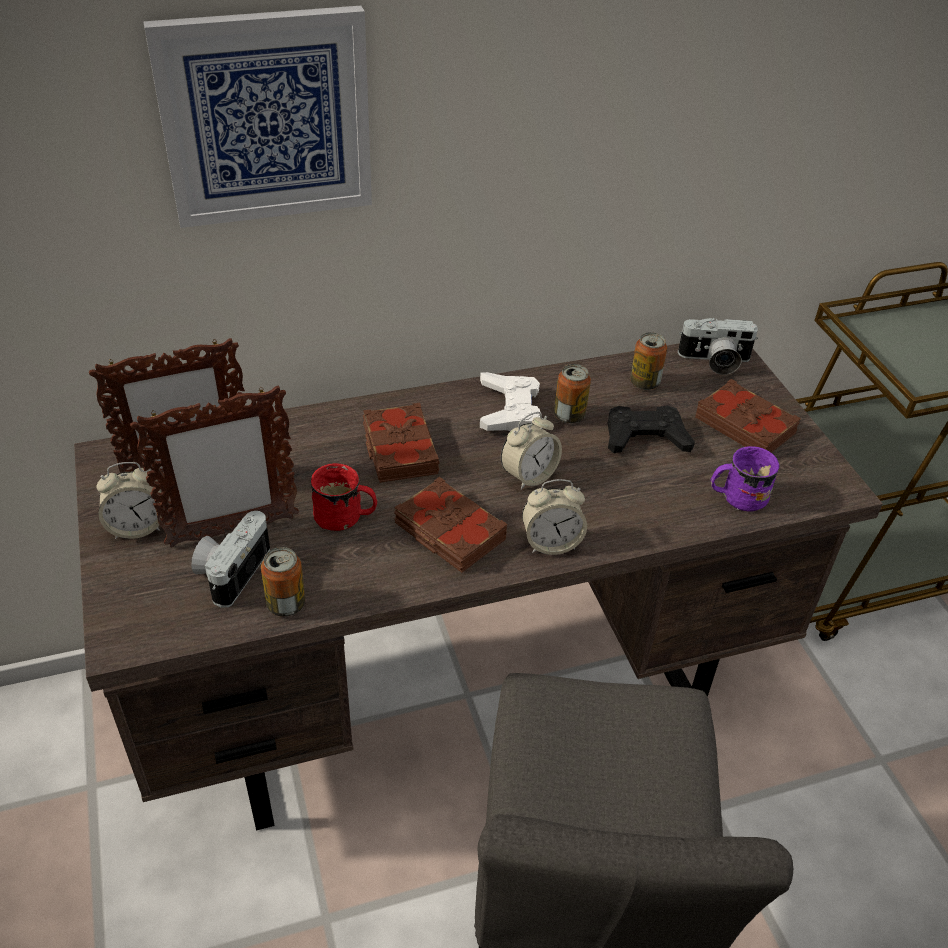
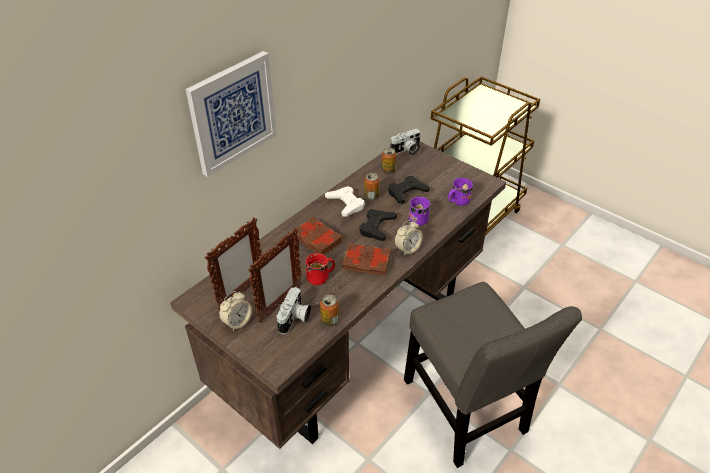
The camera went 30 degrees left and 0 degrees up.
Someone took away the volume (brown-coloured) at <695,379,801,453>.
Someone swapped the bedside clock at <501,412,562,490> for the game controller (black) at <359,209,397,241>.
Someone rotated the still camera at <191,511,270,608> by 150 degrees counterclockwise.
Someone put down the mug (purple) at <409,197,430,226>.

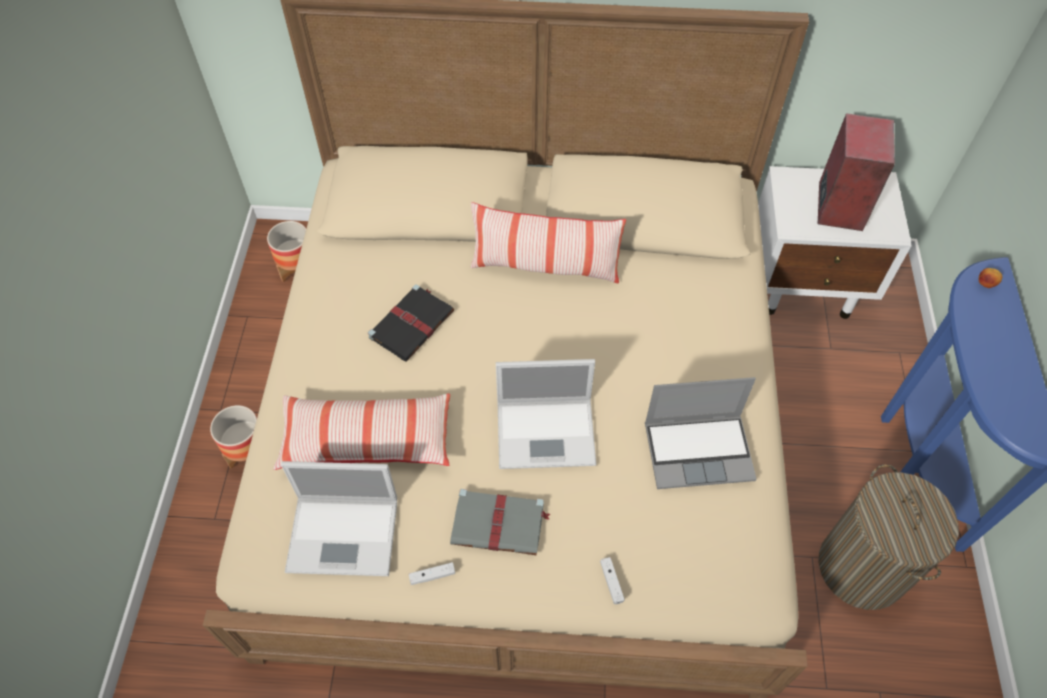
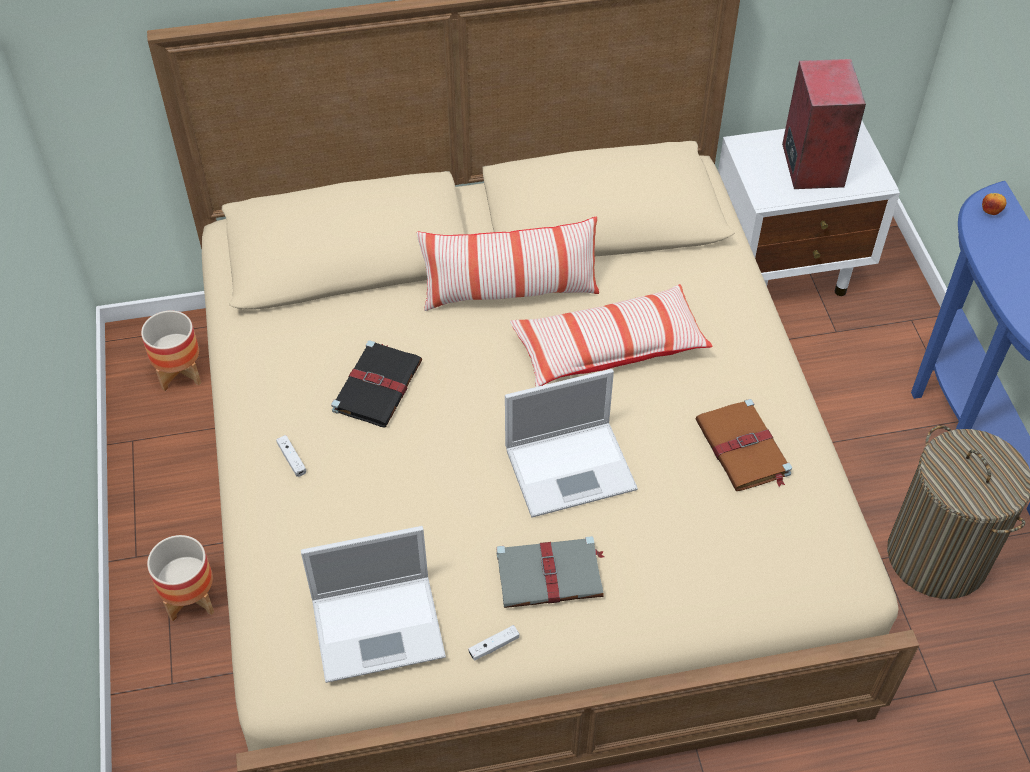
The camera went 15 degrees left and 5 degrees down.
Someone swapped the notebook computer at <645,377,757,489> for the volume (brown-coloured) at <695,399,792,491>.
Someone carried the cushion from <273,393,450,470> to <510,284,713,387>.
Someone carried the game controller (white-coloured) from <600,557,625,604> to <276,435,306,477>.

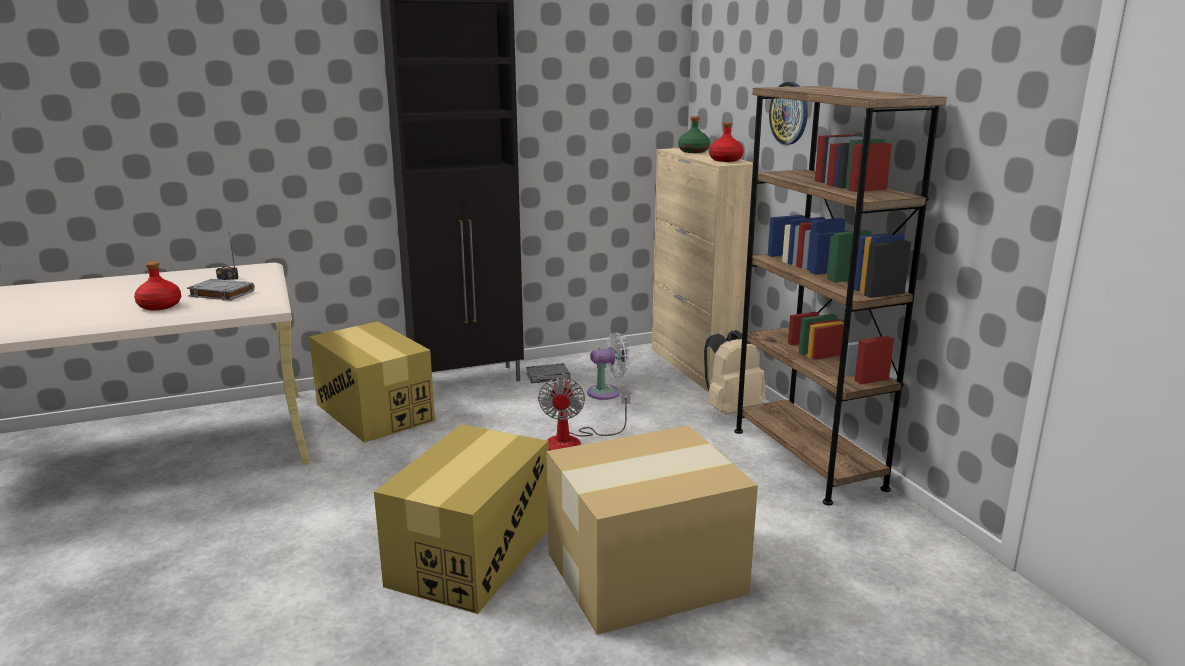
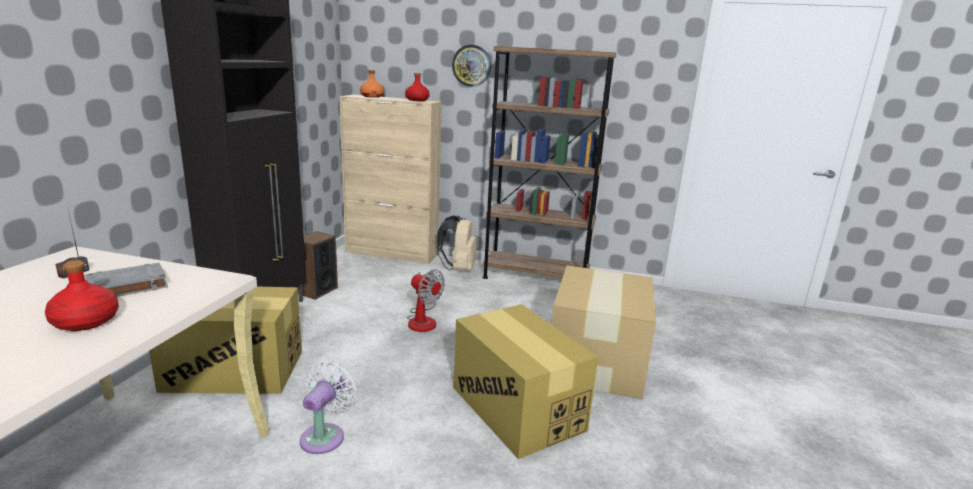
The camera went 55 degrees left and 0 degrees up.
Someone repainted the beverage bottle (greenish) at <678,116,710,153>, which became the beverage bottle (orange-coloured) at <360,70,384,98>.
Someone carried the electric fan (white-coloured) from <587,333,630,400> to <300,360,357,454>.
Someone swapped the volume (gray) at <526,363,570,383> for the loudspeaker at <298,231,338,300>.

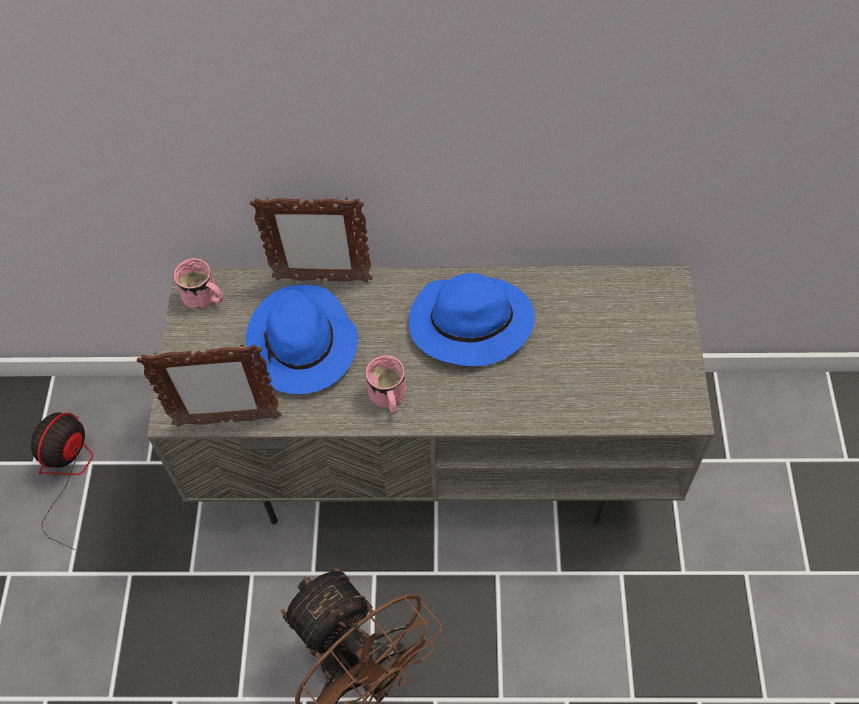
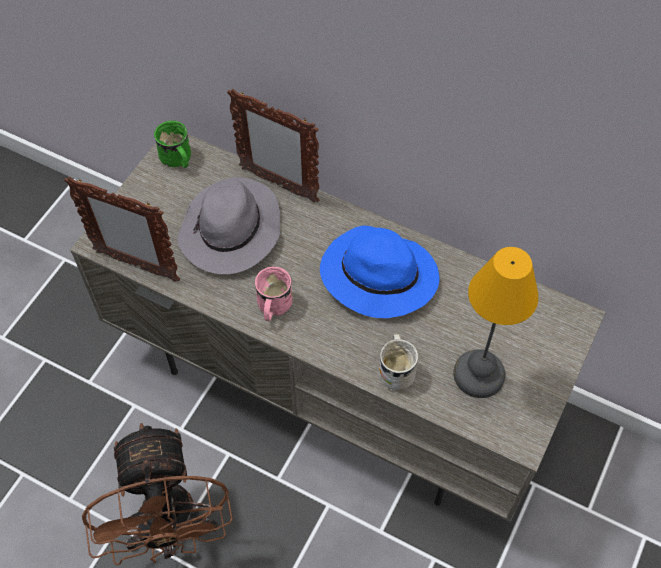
The camera went 25 degrees right and 0 degrees up.
Someone repainted the mug (pink-coloured) at <174,258,224,309>, which became the mug (greenish) at <154,121,191,168>.
Someone repainted the hat (bluish) at <245,285,358,394>, which became the hat (gray) at <177,177,280,275>.
Someone took away the electric fan at <31,412,165,551>.
Someone put down the lamp for a table at <453,247,539,398>.
Someone put down the mug (white-coloured) at <378,334,418,390>.

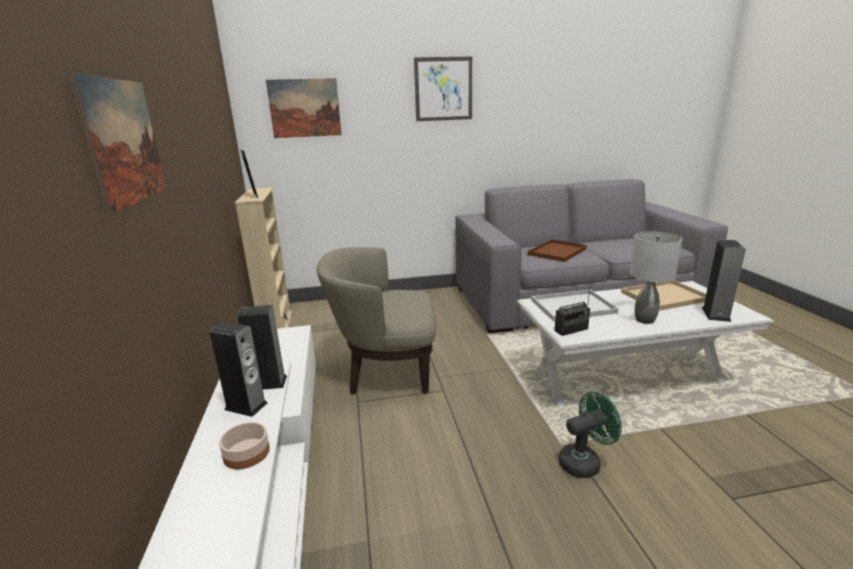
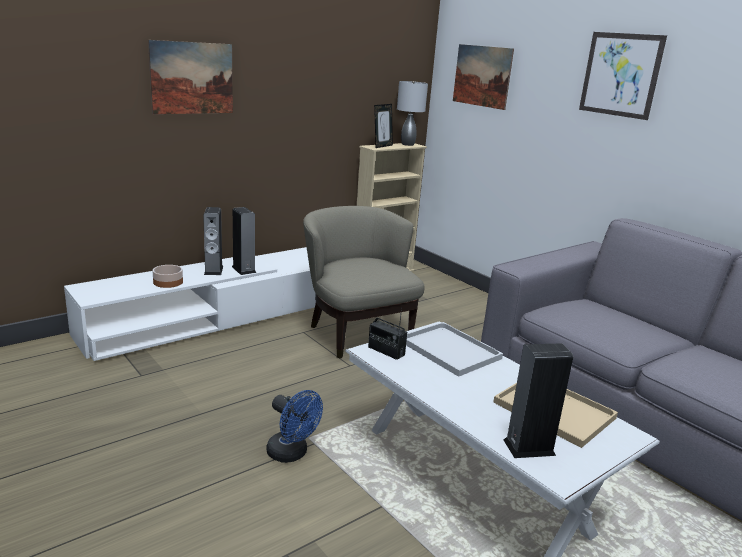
The camera went 60 degrees right and 0 degrees up.
Someone carried the lamp for a table (gray) from <629,231,682,324> to <397,81,428,146>.
Someone took away the serving tray (brown-coloured) at <527,239,587,262>.
Someone repainted the electric fan (greenish) at <559,392,622,478>, which became the electric fan (bluish) at <266,390,323,463>.

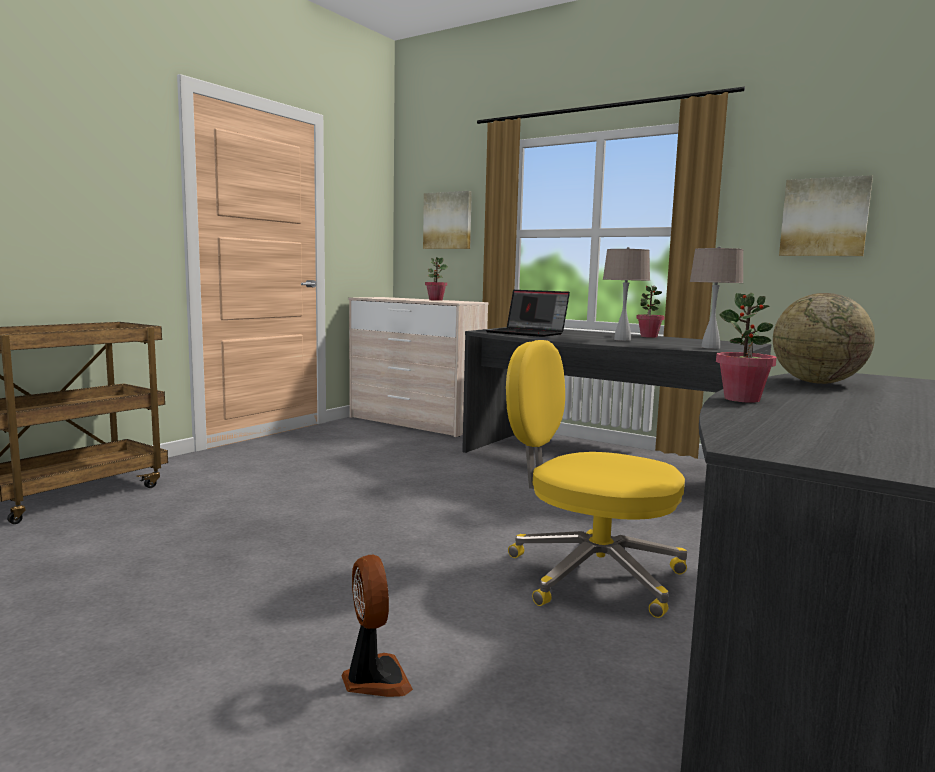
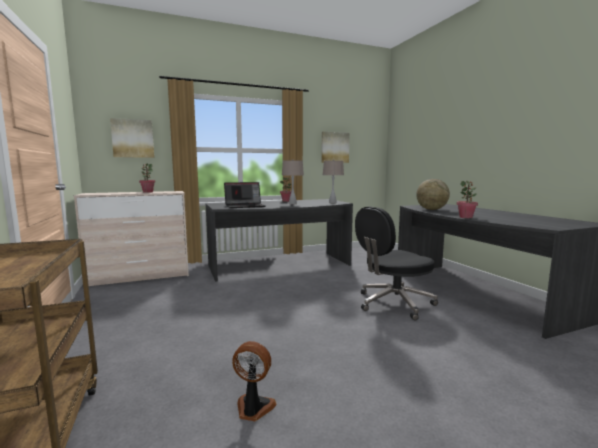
The camera went 55 degrees left and 0 degrees up.
Someone repainted the office chair (yellow-coloured) at <506,340,687,618>, which became the office chair (black) at <355,206,438,320>.
Someone carried the electric fan from <342,555,413,697> to <232,341,277,421>.

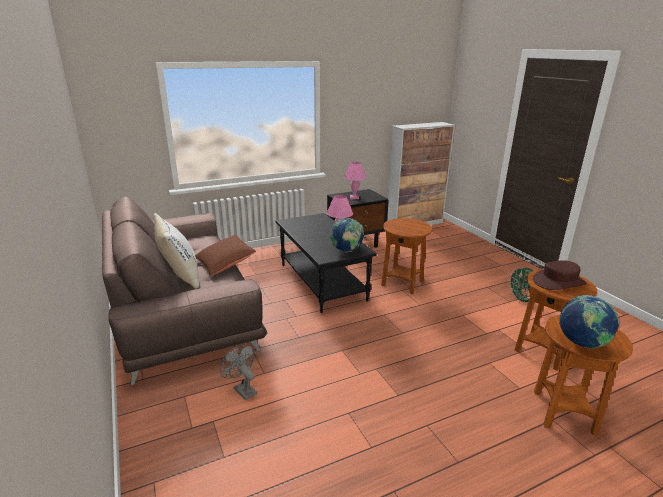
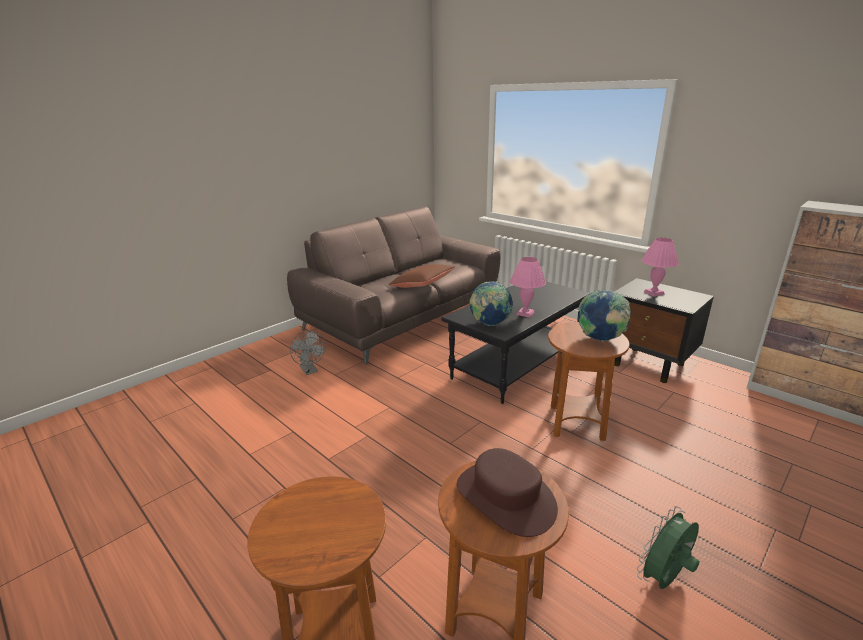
The camera went 70 degrees right and 0 degrees up.
Someone took away the cushion (white-coloured) at <153,213,199,289>.
Someone carried the desk globe from <559,295,619,349> to <578,290,631,341>.
Someone rotated the electric fan (gray) at <219,345,257,400> by 120 degrees clockwise.

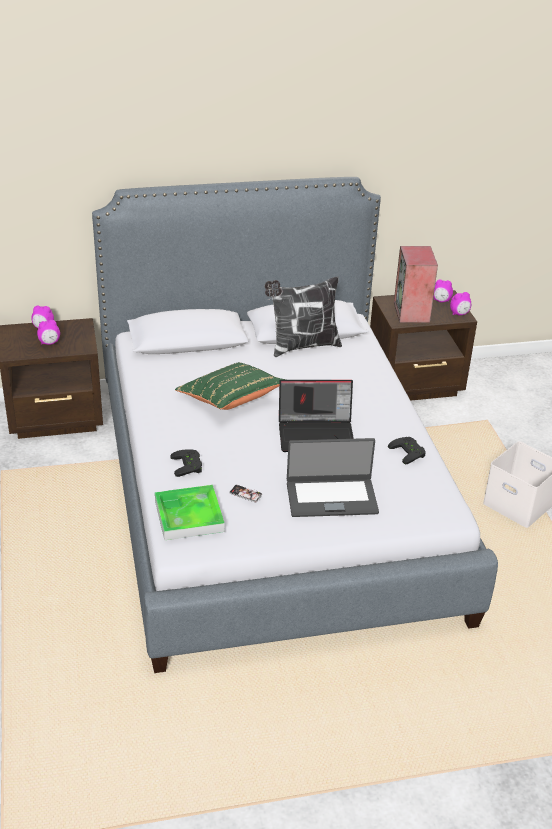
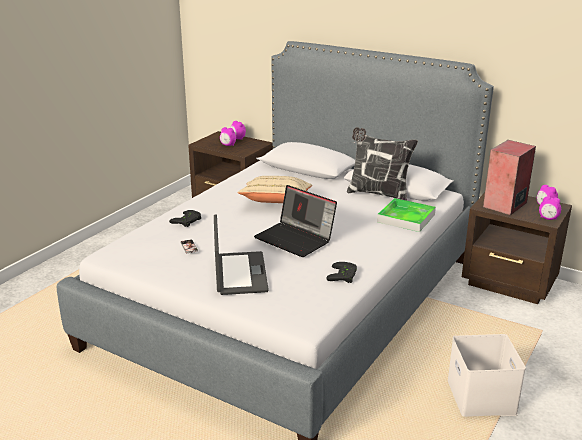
The camera went 45 degrees right and 10 degrees down.
Someone repainted the cushion (greenish) at <175,362,286,410>, which became the cushion (beige-coloured) at <237,176,312,203>.
Someone rotated the notebook computer at <287,438,379,517> by 135 degrees counterclockwise.
Someone carried the serving tray from <155,485,225,541> to <377,198,436,232>.

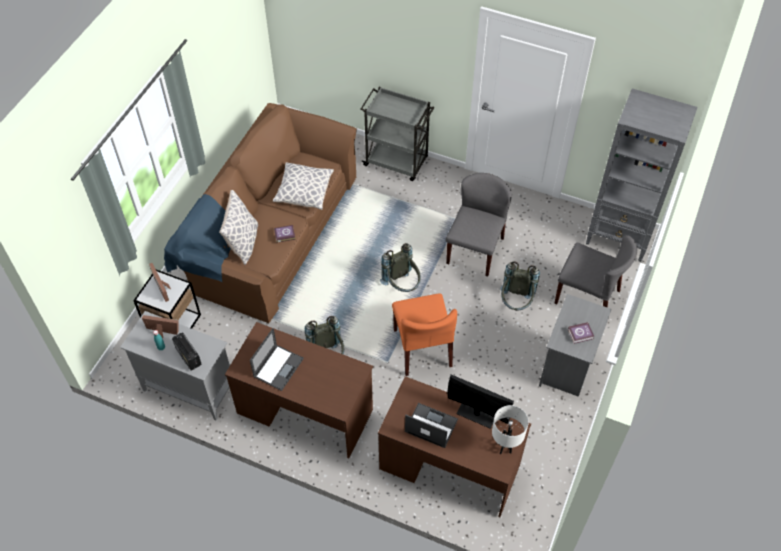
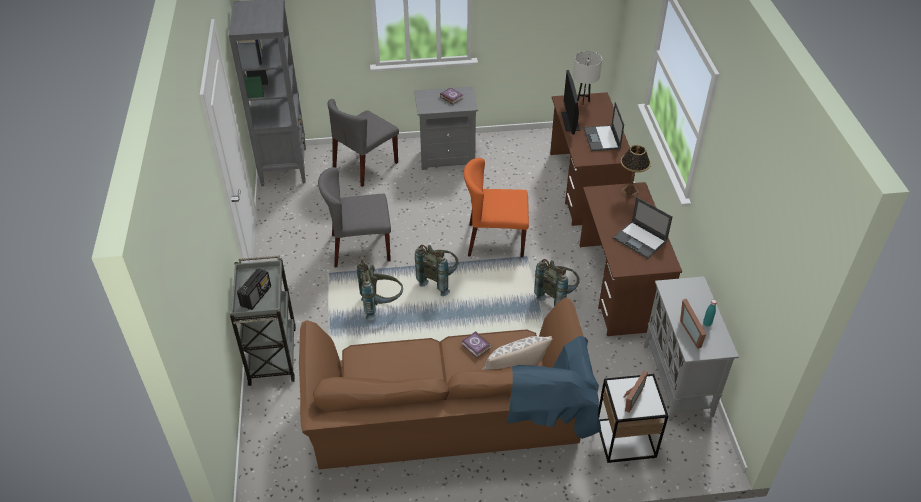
The camera went 120 degrees left and 10 degrees down.
Someone took away the cushion at <273,162,334,210>.
Someone rotated the upright chair (gray) at <554,235,637,308> by 135 degrees counterclockwise.
Someone carried the rucksack (gray) from <500,261,540,311> to <357,260,403,320>.
Someone rotated the upright chair (orange-coloured) at <392,293,457,376> by 135 degrees counterclockwise.
Someone rotated the notebook computer at <250,328,304,391> by 135 degrees counterclockwise.
Someone carried the radio receiver from <172,332,202,371> to <237,268,271,310>.
Someone put down the lamp for a table at <621,145,651,198>.

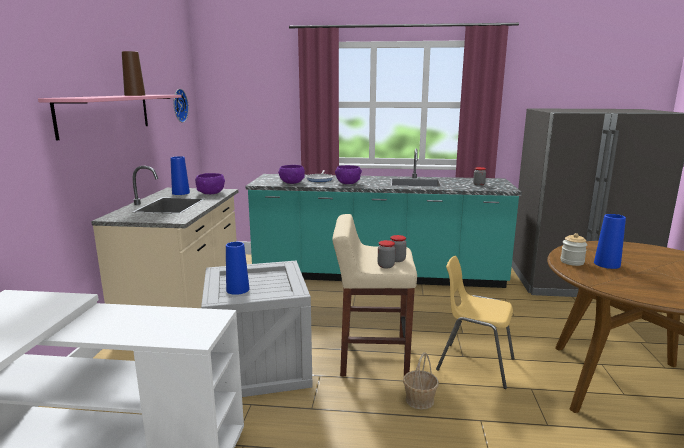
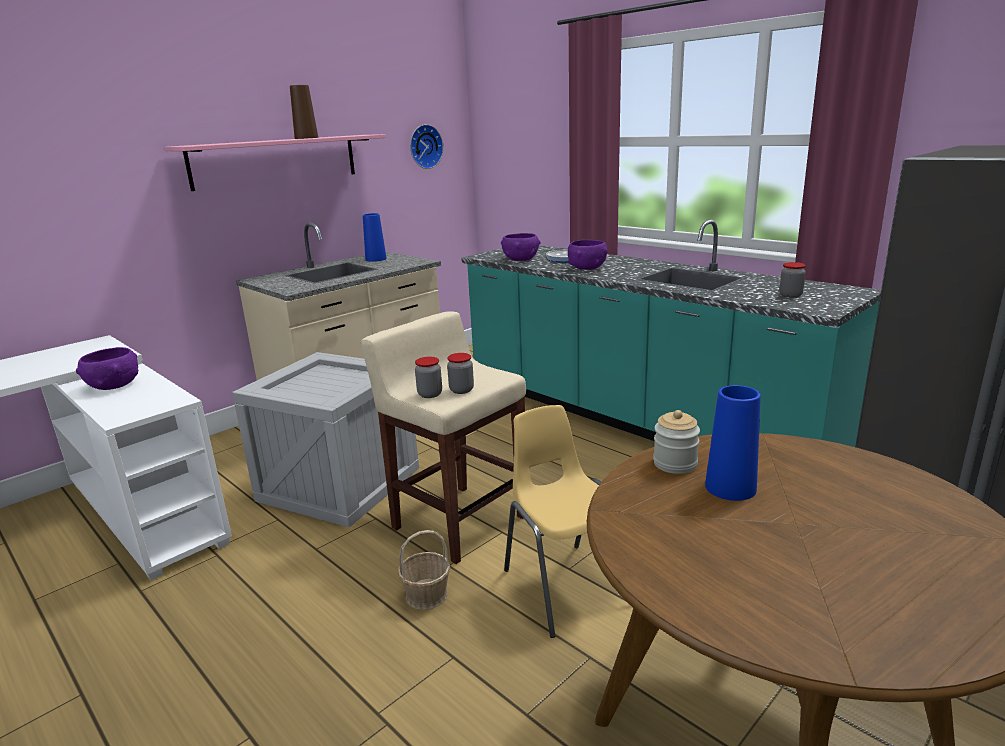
The camera went 40 degrees right and 5 degrees up.
Someone carried the serving bowl (purple) from <195,173,225,194> to <76,347,138,390>.
Someone took away the flower vase (bluish) at <226,242,249,295>.

